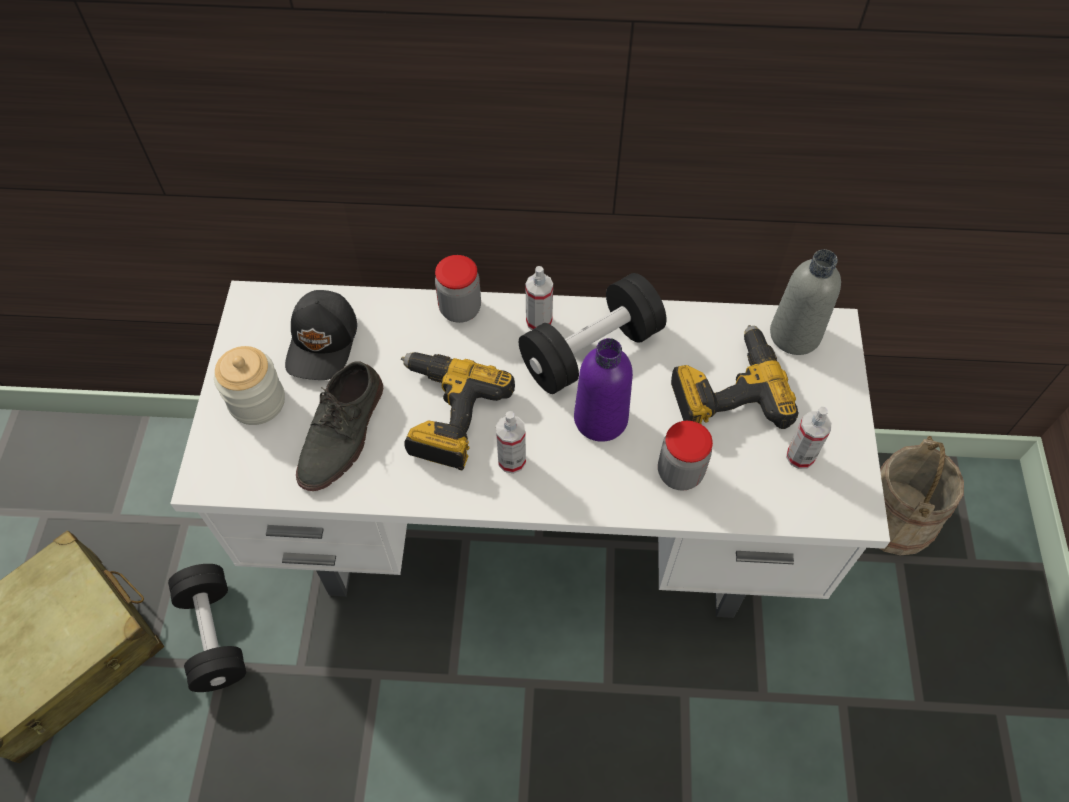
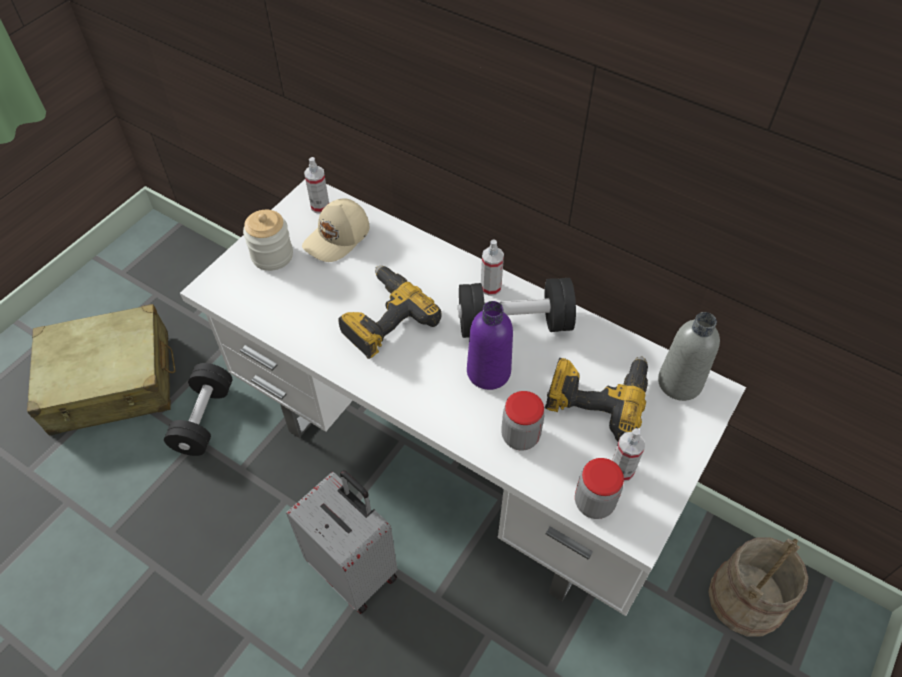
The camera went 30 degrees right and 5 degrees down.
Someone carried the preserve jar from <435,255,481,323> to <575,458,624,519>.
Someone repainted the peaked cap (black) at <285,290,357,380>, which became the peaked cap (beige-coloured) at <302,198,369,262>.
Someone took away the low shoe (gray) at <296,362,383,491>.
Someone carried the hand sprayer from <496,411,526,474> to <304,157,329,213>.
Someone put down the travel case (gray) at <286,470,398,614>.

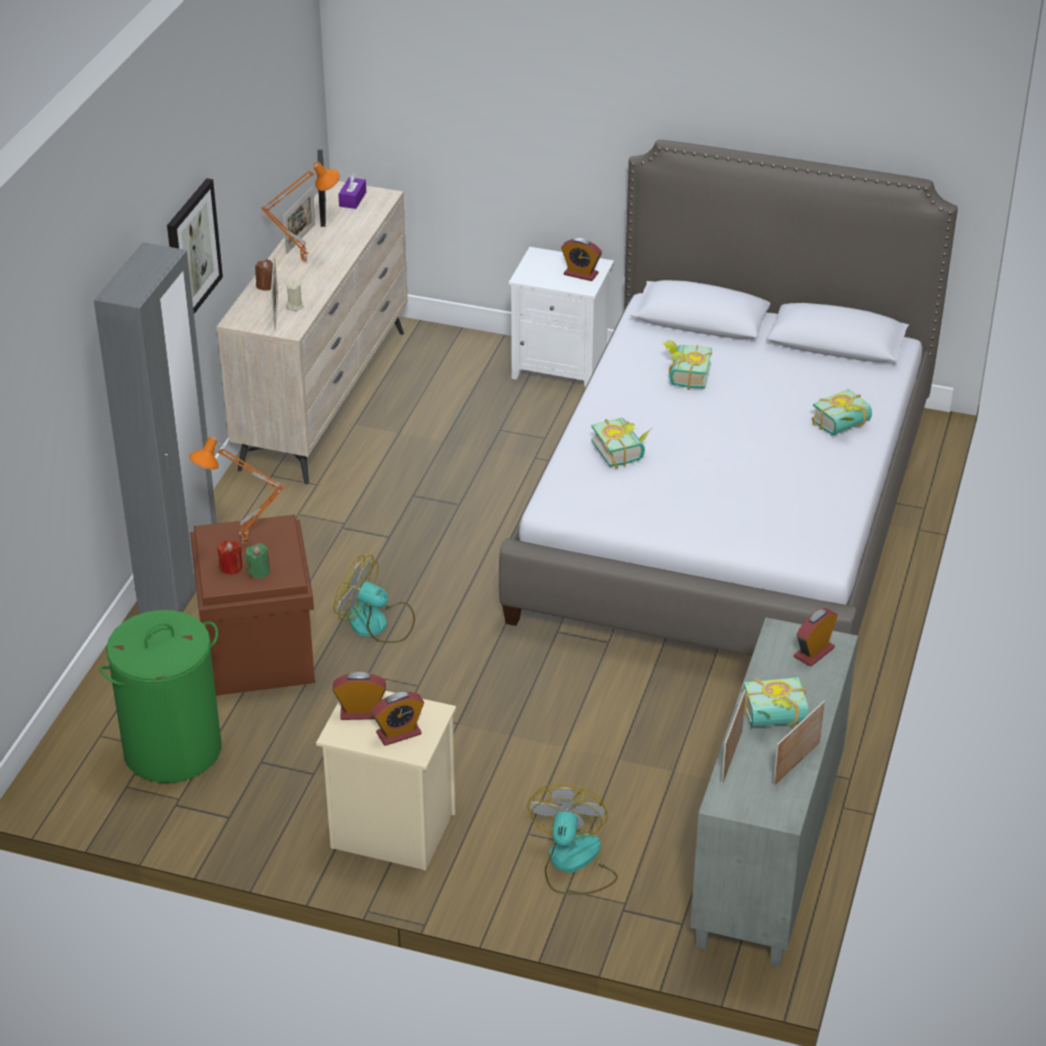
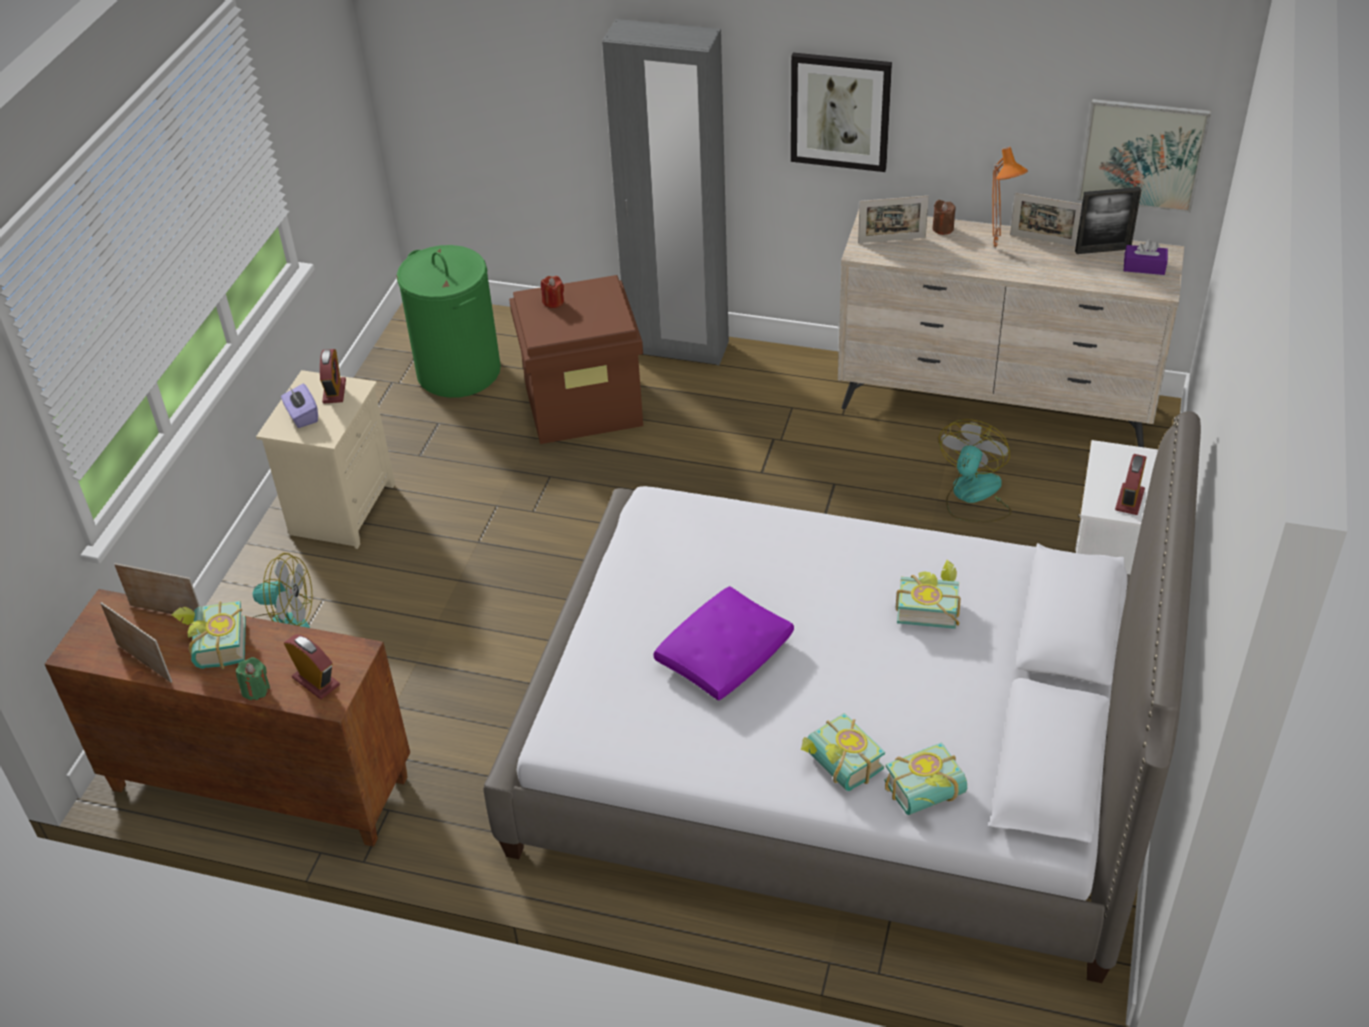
The camera went 90 degrees right and 5 degrees up.
Someone took away the candle (beige-coloured) at <286,280,304,311>.
Someone carried the volume from <591,418,652,468> to <885,742,967,815>.
Someone took away the lamp for a table (orange-coloured) at <189,436,285,544>.
Someone carried the candle (greenish) from <246,543,270,578> to <236,657,270,700>.
Someone carried the electric fan from <334,555,415,643> to <939,419,1012,522>.
Someone repainted the storage cabinet (gray) at <690,617,858,967>, which became the storage cabinet (brown-coloured) at <45,589,410,847>.
Someone swapped the bedside clock at <371,692,424,746> for the tissue box (purple) at <281,384,318,428>.
Someone put up the picture at <1077,99,1211,213>.
Someone put down the cushion (purple) at <654,586,794,701>.

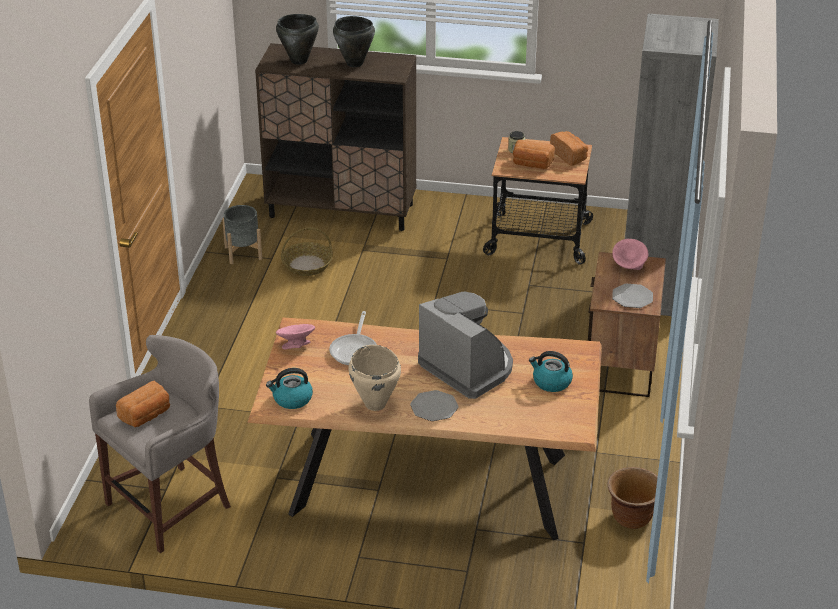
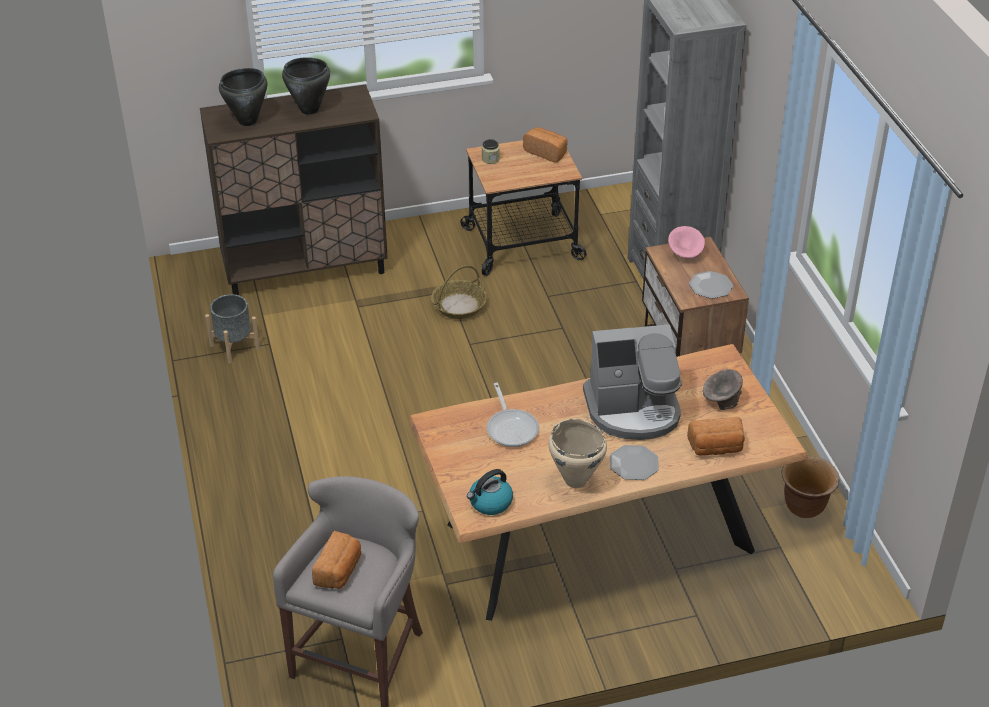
The camera went 25 degrees left and 5 degrees up.
Someone carried the bakery bread from <513,140,555,169> to <687,417,745,456>.
Someone carried the household basket from <281,228,333,276> to <431,265,487,319>.
Someone rotated the coffee brewer at <418,292,513,399> by 150 degrees clockwise.
Someone took away the serving bowl (pink-coloured) at <276,324,315,350>.
Someone swapped the tea kettle at <529,351,573,392> for the serving bowl (gray) at <703,369,743,410>.

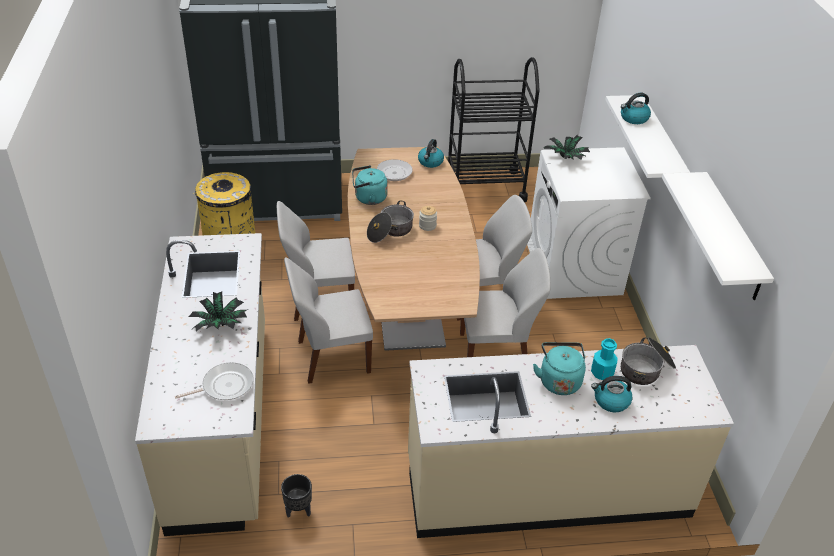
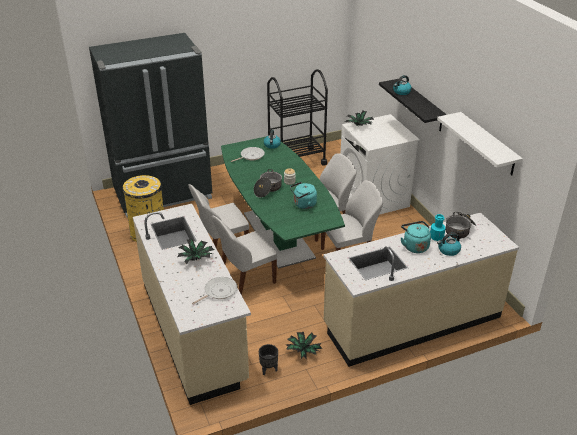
The camera went 15 degrees left and 5 degrees down.
Someone repainted the bracket shelf (white-coloured) at <605,95,690,178>, which became the bracket shelf (black) at <379,79,447,131>.
Someone repainted the dinner table (brown-coloured) at <348,146,480,351>, which became the dinner table (greenish) at <221,136,345,269>.
Someone carried the tea kettle (turquoise-coloured) from <352,165,388,205> to <290,182,317,209>.
Someone put down the plant in a pot at <286,332,322,360>.

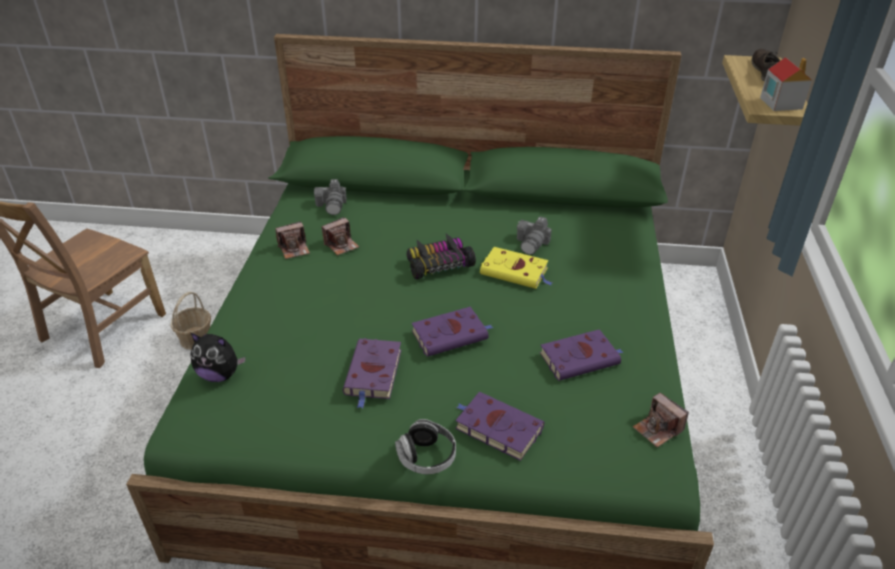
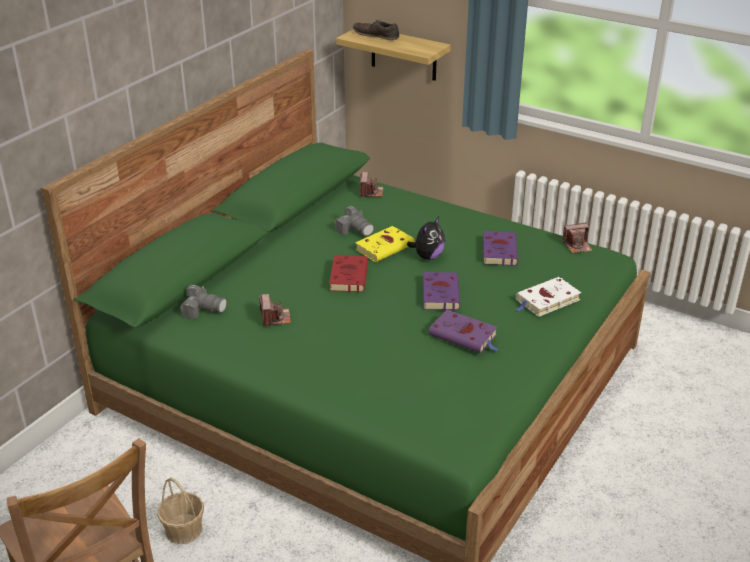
The camera went 65 degrees left and 5 degrees down.
Someone took away the toy house at <760,57,812,111>.
Someone carried the still camera from <275,221,310,259> to <360,172,384,198>.
Someone swapped the toy car at <407,234,476,279> for the volume (red) at <329,255,368,293>.
Someone carried the soft toy from <190,333,246,382> to <407,217,445,260>.
Someone repainted the volume (purple) at <455,392,544,461>, which became the volume (white-coloured) at <515,277,581,317>.
Someone took away the pair of headphones at <395,419,456,474>.

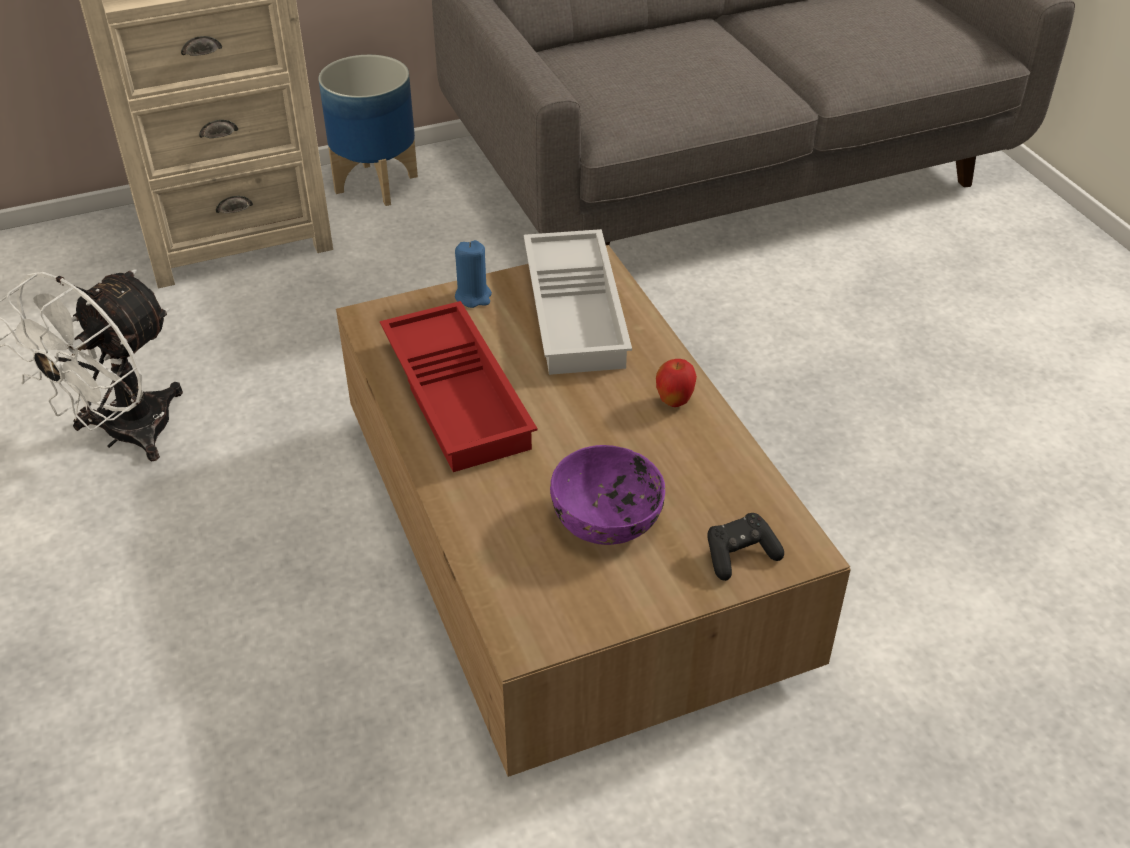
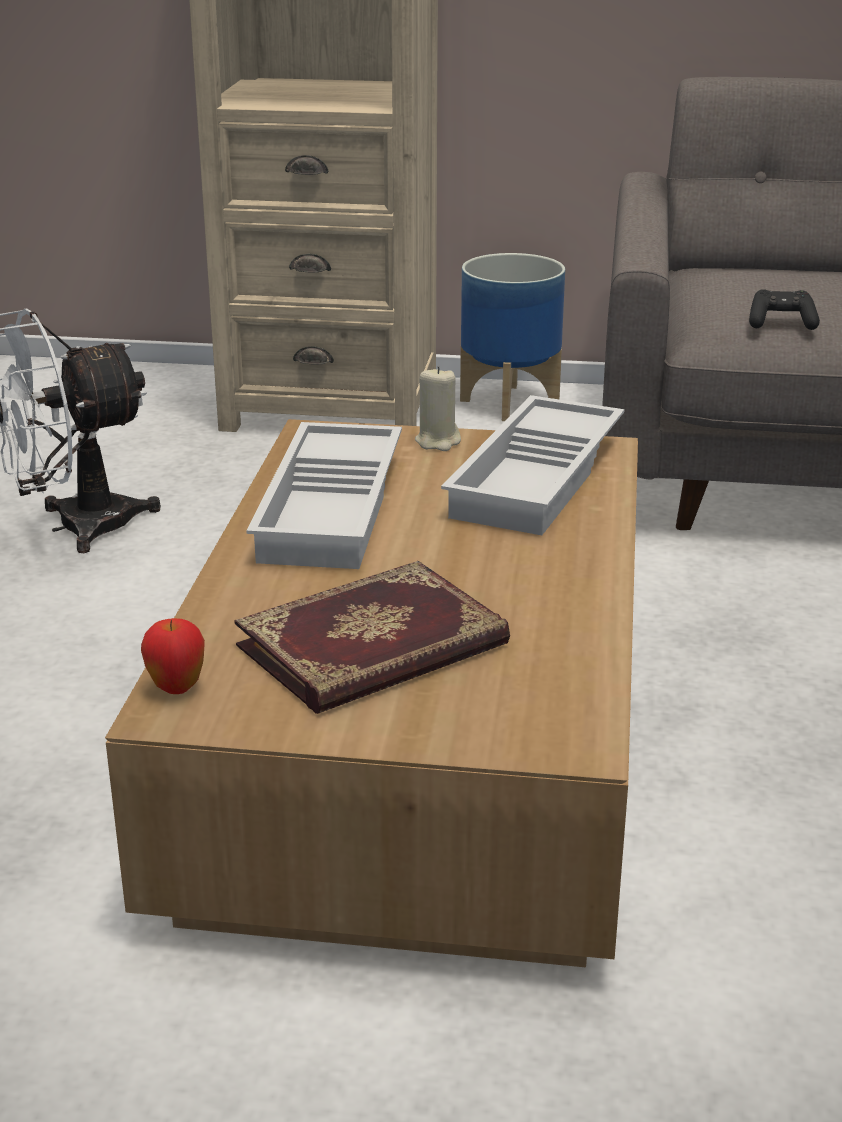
The camera went 30 degrees right and 15 degrees down.
Someone repainted the candle (bluish) at <455,240,492,308>, which became the candle (beige-coloured) at <415,366,461,451>.
Someone repainted the serving tray (red) at <380,301,538,472>, which became the serving tray (white-coloured) at <246,422,402,569>.
Someone carried the apple from <656,359,697,407> to <141,618,205,694>.
Someone swapped the serving bowl (purple) at <550,445,665,545> for the volume at <234,561,510,714>.
Someone carried the game controller (black) from <707,513,784,581> to <749,289,820,330>.

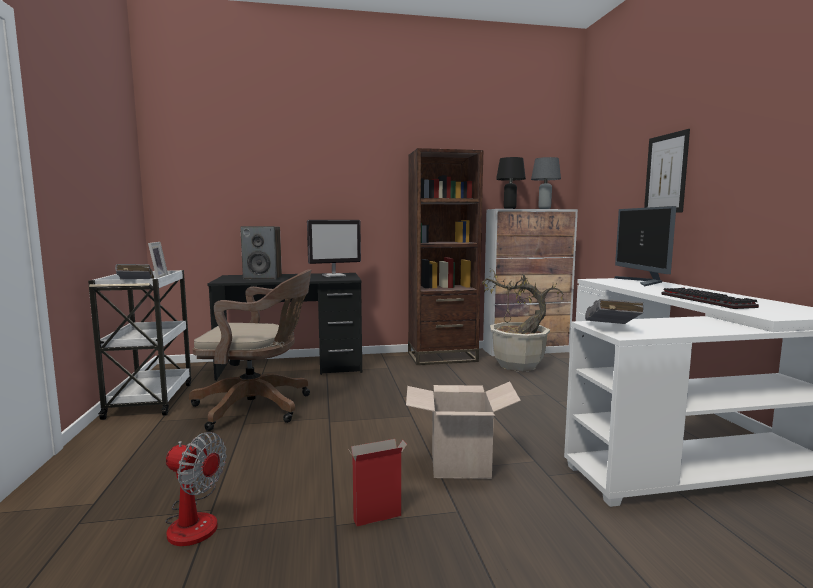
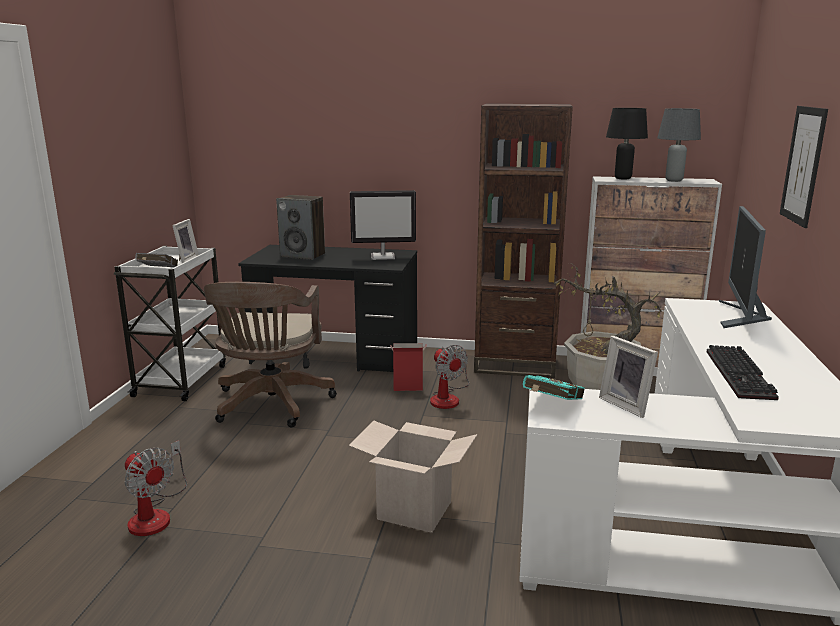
The camera went 20 degrees right and 10 degrees up.
Someone rotated the office chair (brown-coloured) at <189,269,311,431> by 75 degrees clockwise.
Someone repainted the volume (gray) at <585,299,643,324>, which became the volume (turquoise-coloured) at <523,375,585,400>.
Someone carried the carton from <349,439,407,526> to <391,343,427,391>.
Someone put down the picture frame at <599,336,658,418>.
Someone put down the electric fan at <430,345,469,409>.

